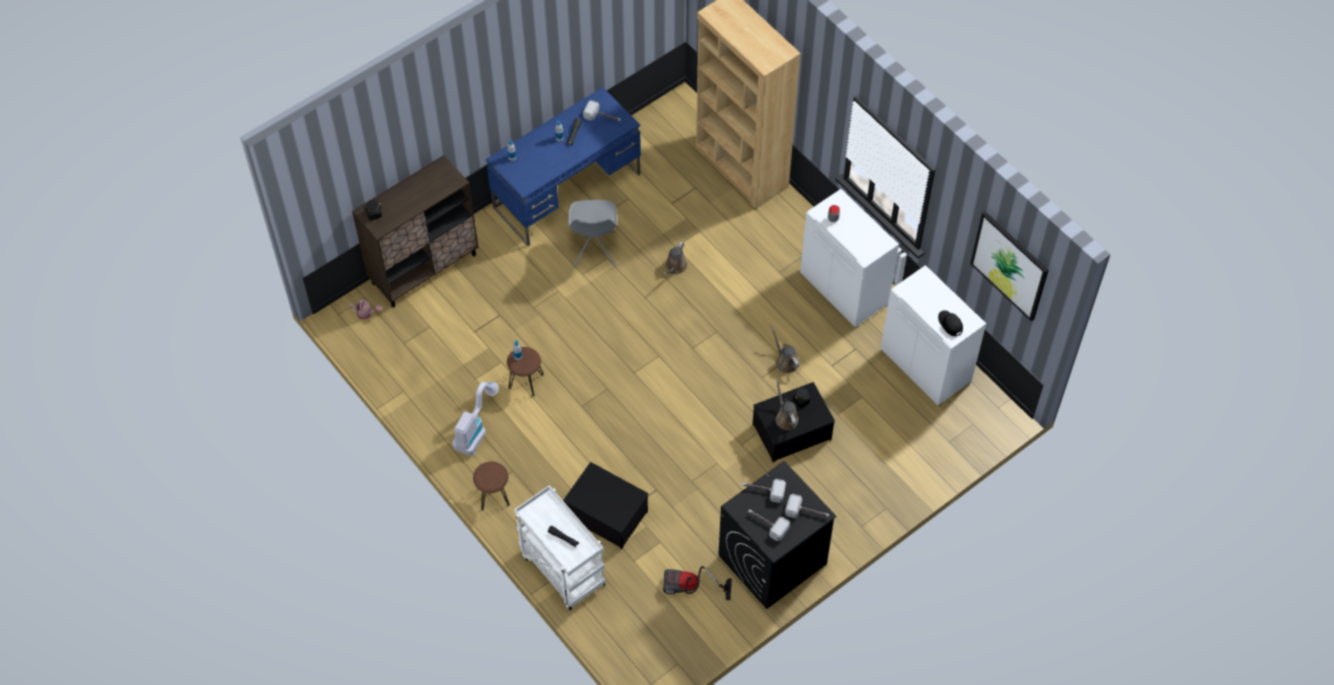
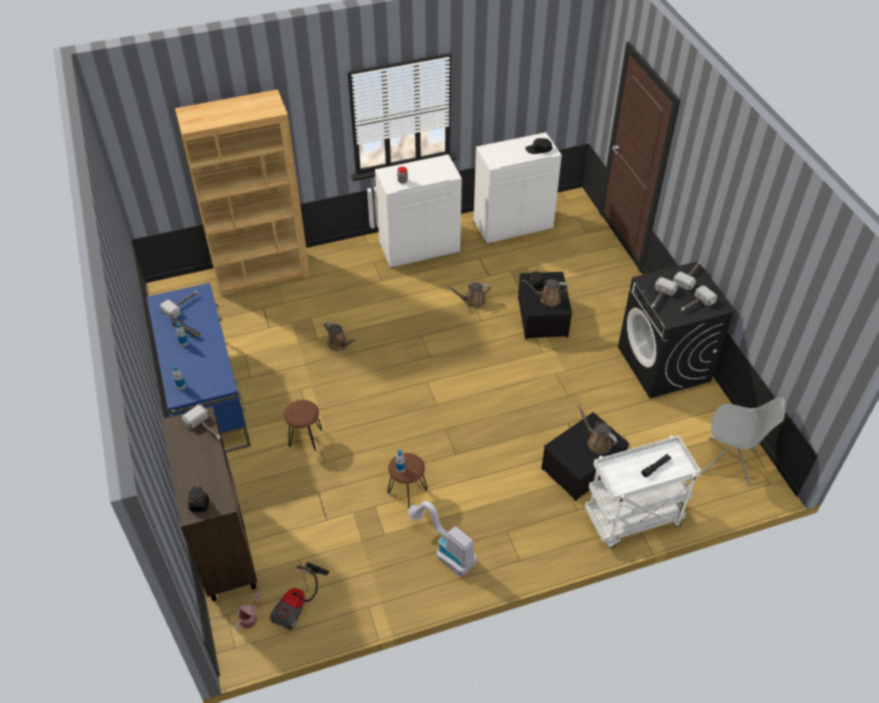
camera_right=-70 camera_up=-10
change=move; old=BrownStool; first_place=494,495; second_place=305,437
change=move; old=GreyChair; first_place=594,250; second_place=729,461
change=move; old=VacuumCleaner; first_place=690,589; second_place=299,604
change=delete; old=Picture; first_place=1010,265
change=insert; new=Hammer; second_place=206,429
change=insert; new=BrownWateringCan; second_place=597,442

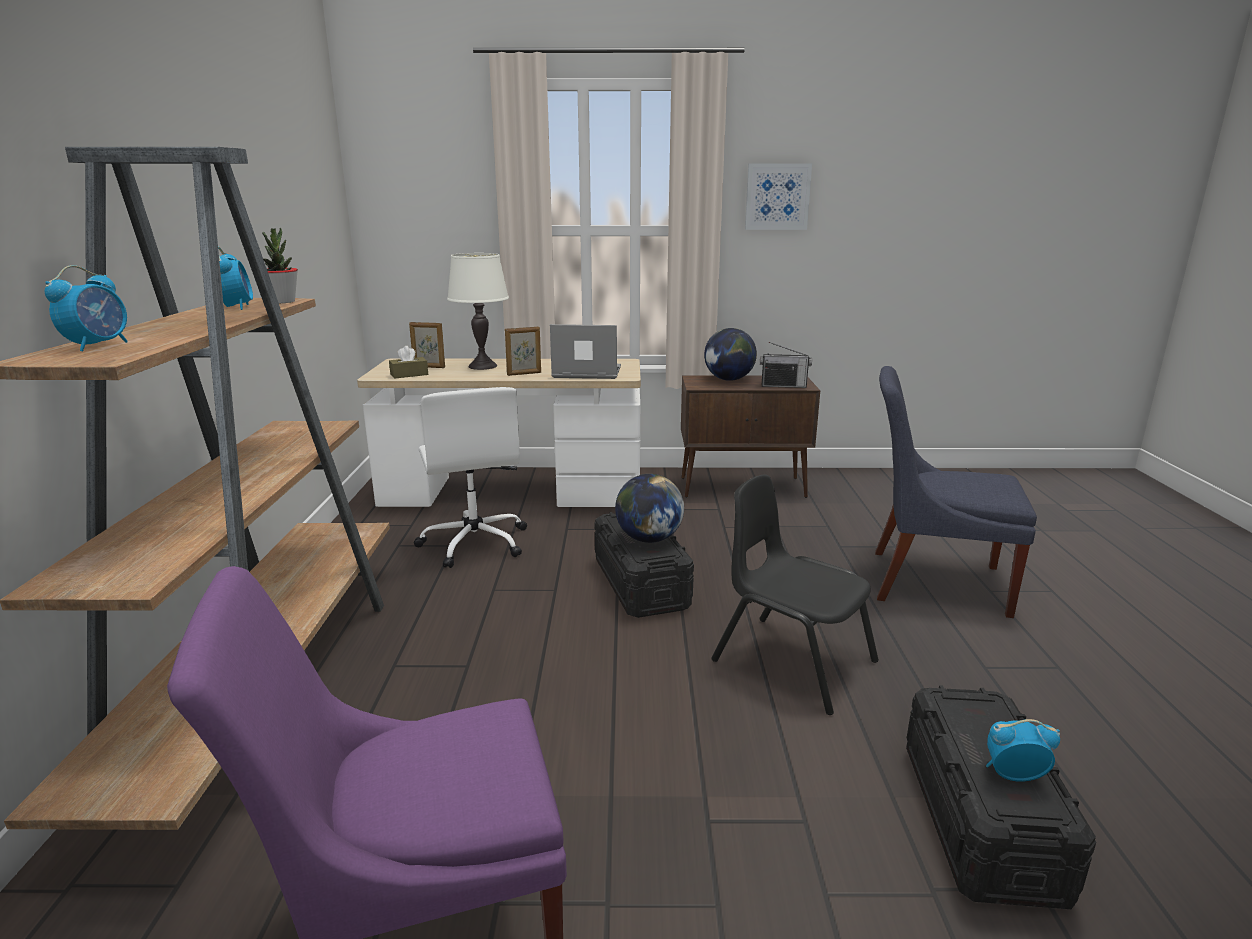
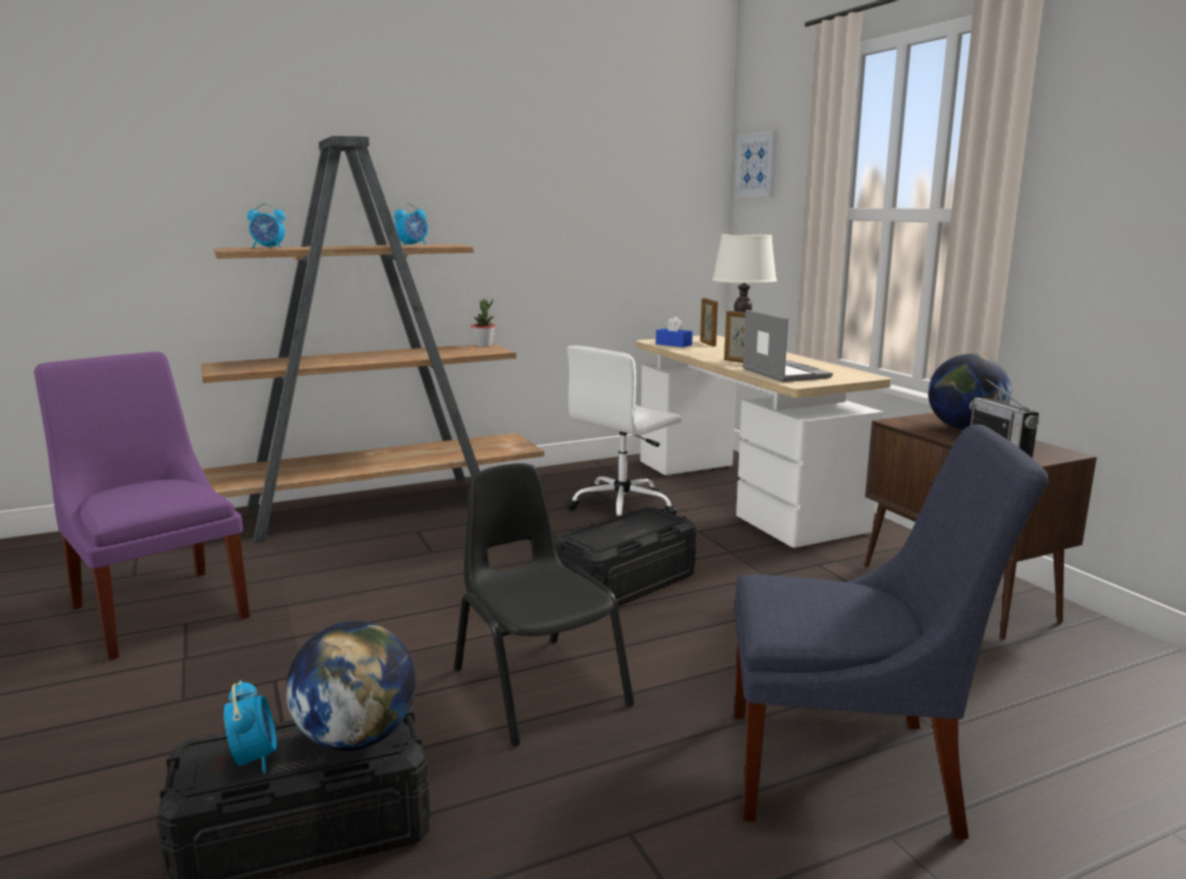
camera_right=65 camera_up=-5
change=move; old=PottedPlant; first_place=282,301; second_place=483,346
change=recolor; old=BrownTissueBox; new=BlueTissueBox; first_place=409,374; second_place=673,344
change=move; old=Globe; first_place=649,539; second_place=356,738
change=rotate; old=BlackChair; first_place=793,661; second_place=539,687; degrees=-45
change=move; old=Picture; first_place=777,197; second_place=757,165
change=rotate; old=BlueChair; first_place=930,581; second_place=851,771; degrees=105

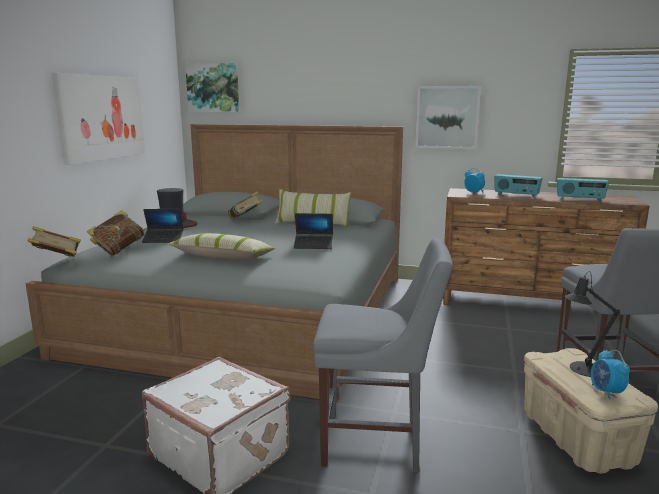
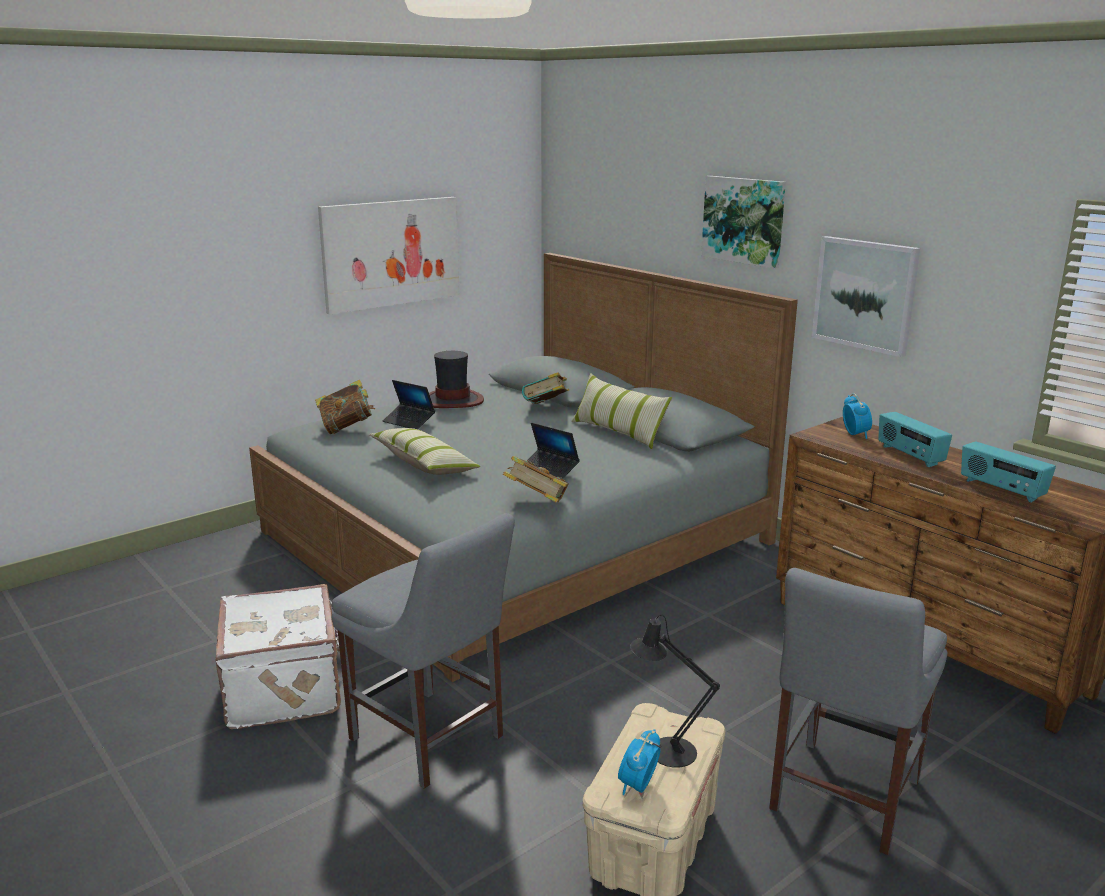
camera_right=35 camera_up=5
change=move; old=Book; first_place=56,261; second_place=536,503
change=move; old=Picture; first_place=213,88; second_place=744,220

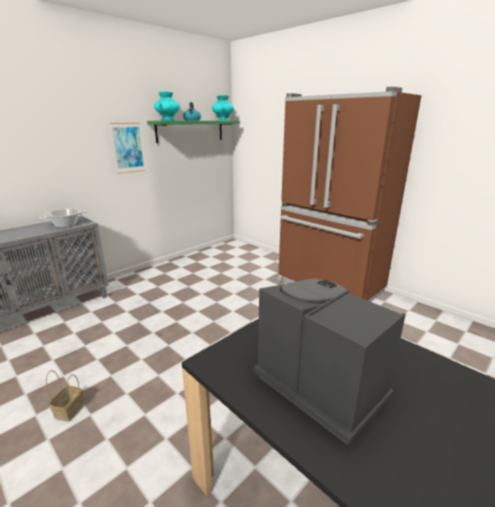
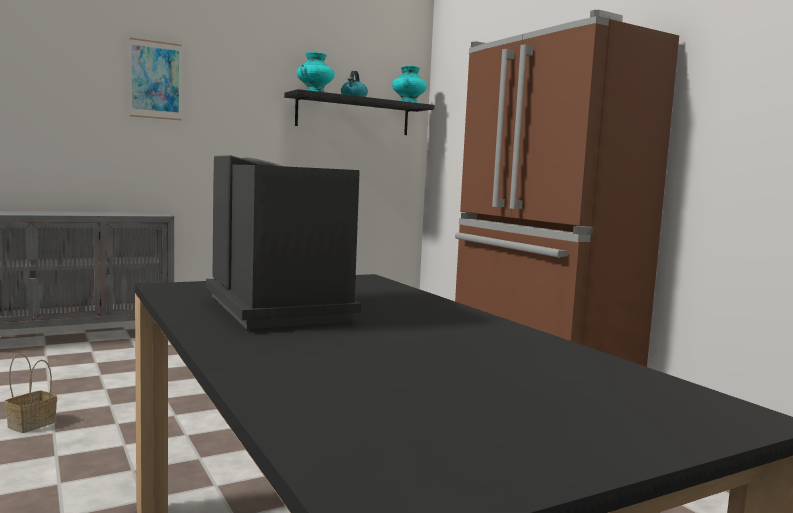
camera_right=15 camera_up=-15
change=delete; old=CookingPot; first_place=65,225
change=move; old=Picture; first_place=128,148; second_place=155,80
change=recolor; old=GreenShelf; new=BlackShelf; first_place=190,131; second_place=353,115

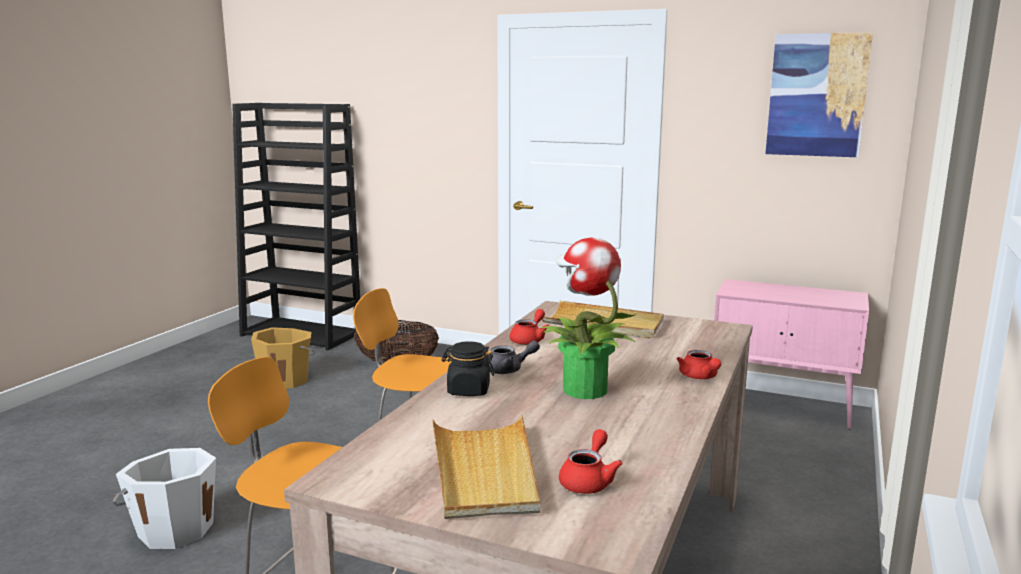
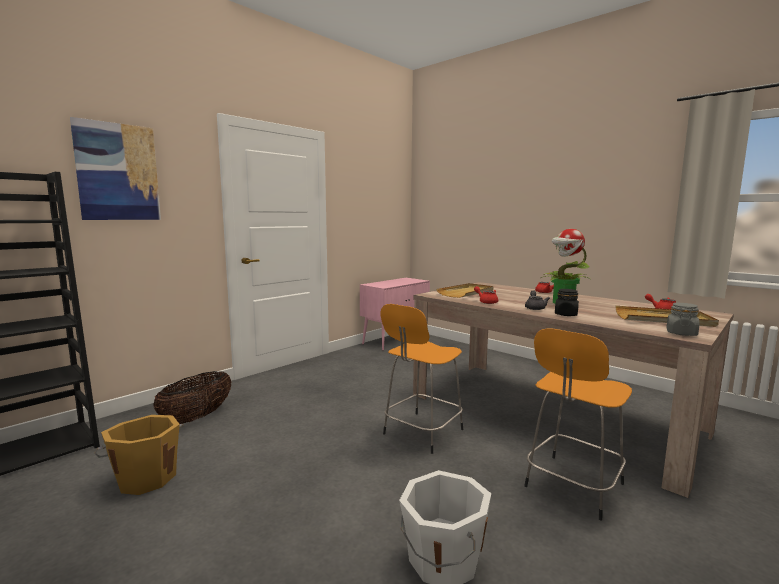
camera_right=-70 camera_up=-5
change=move; old=Picture; first_place=817,95; second_place=118,172
change=insert; new=GreyJar; second_place=681,333

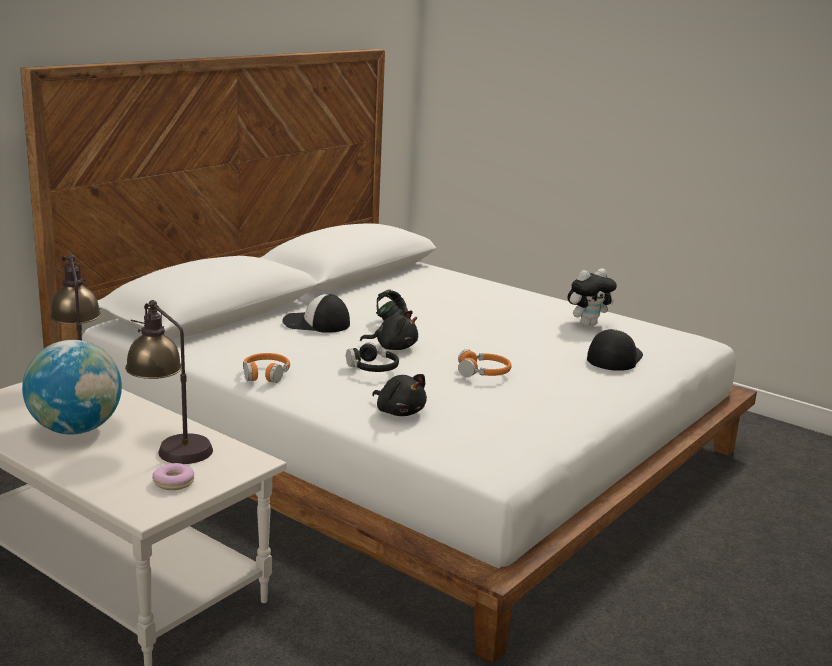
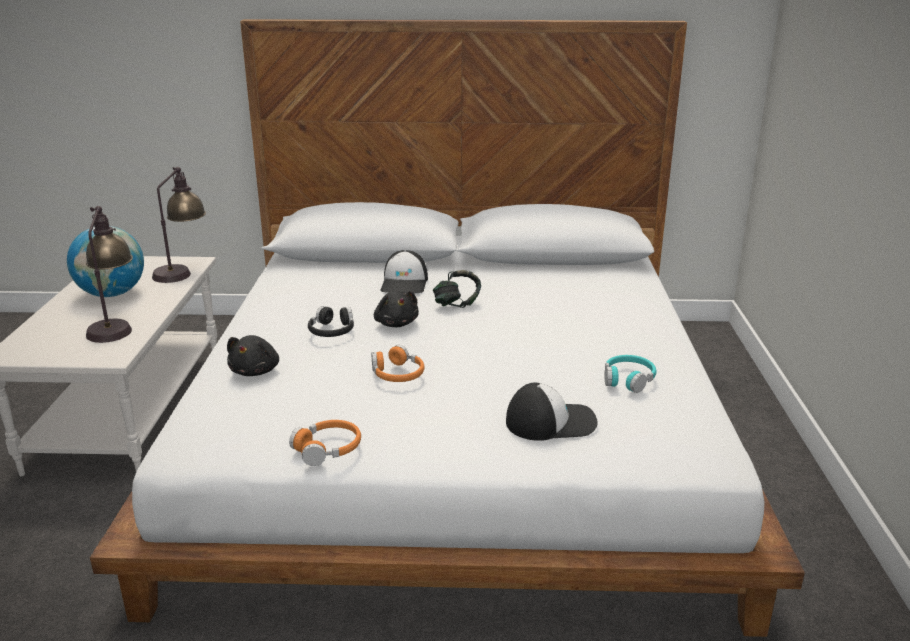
camera_right=55 camera_up=5
change=delete; old=Donut; first_place=173,482
change=move; old=OrangeHeadphones; first_place=265,374; second_place=328,449
change=rotate; old=Cap; first_place=316,323; second_place=405,283; degrees=-150
change=replace; old=PlushToy; new=TurquoiseHeadphones; first_place=587,324; second_place=628,380

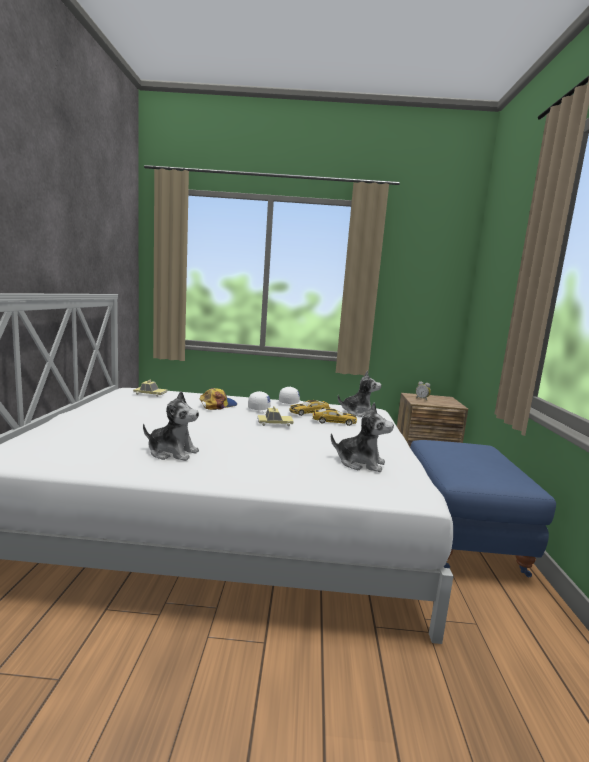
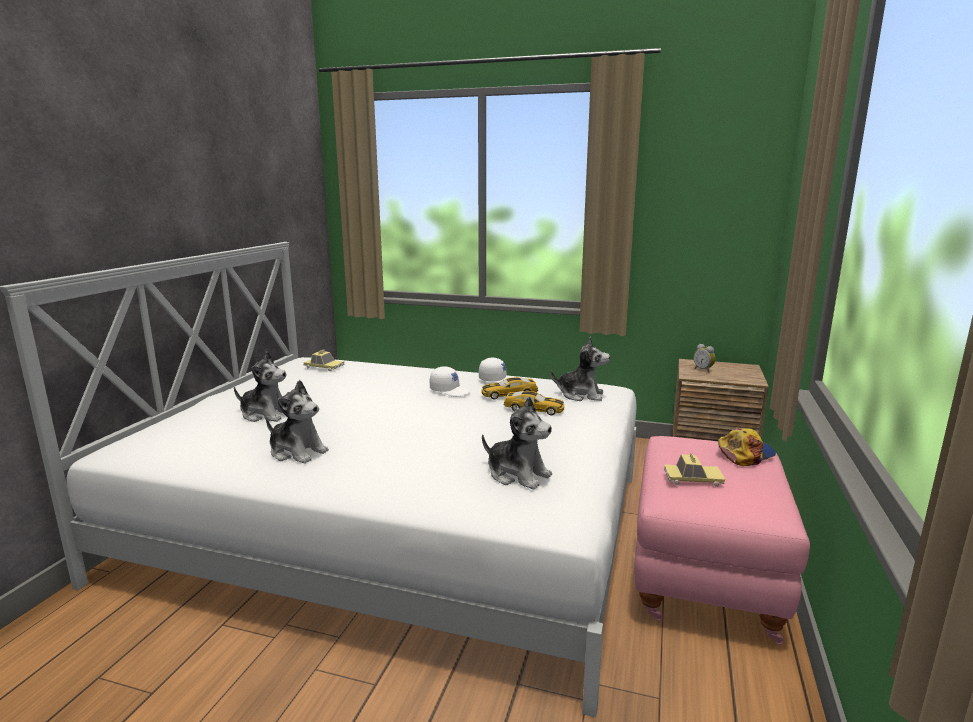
camera_right=15 camera_up=5
change=move; old=Cap; first_place=218,405; second_place=744,453
change=move; old=ToyCar; first_place=275,423; second_place=693,479
change=recolor; old=BlueOttoman; new=PinkOttoman; first_place=459,538; second_place=702,578
change=insert; new=PlushToy; second_place=265,414

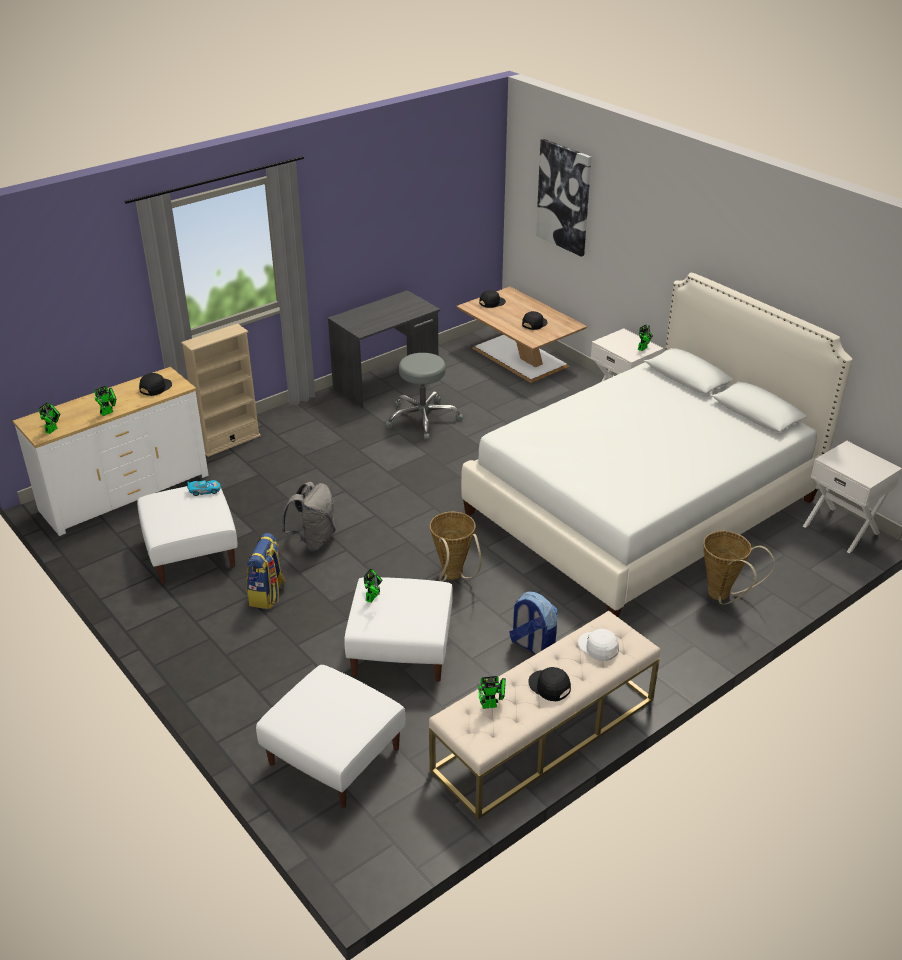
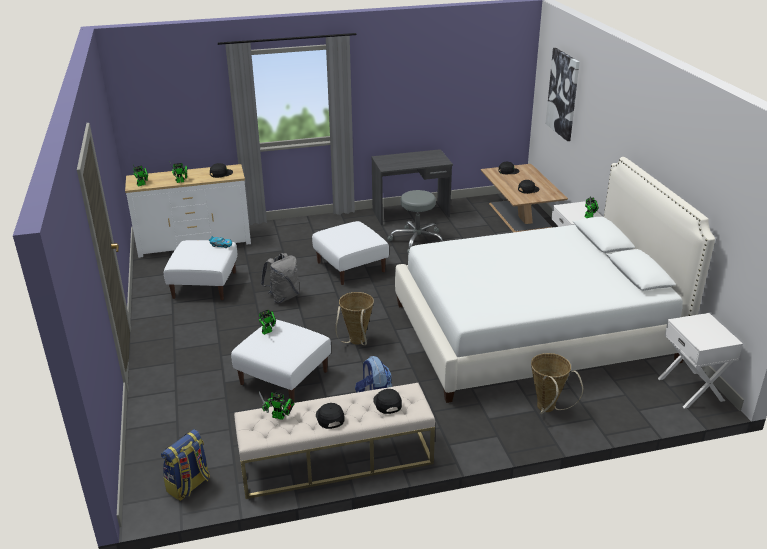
camera_right=25 camera_up=-5
change=delete; old=BeigeBookcase; first_place=229,442
change=move; old=Backpack; first_place=268,595; second_place=189,486
change=move; old=WhiteOttoman; first_place=335,756; second_place=351,267
change=recolor; old=WhiteCap; new=BlackCap; first_place=598,647; second_place=387,403

